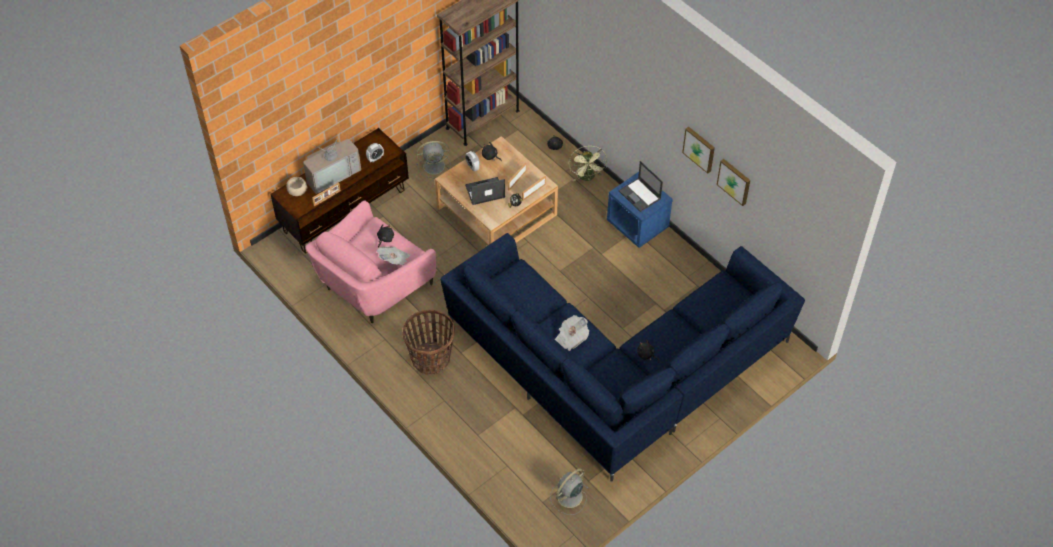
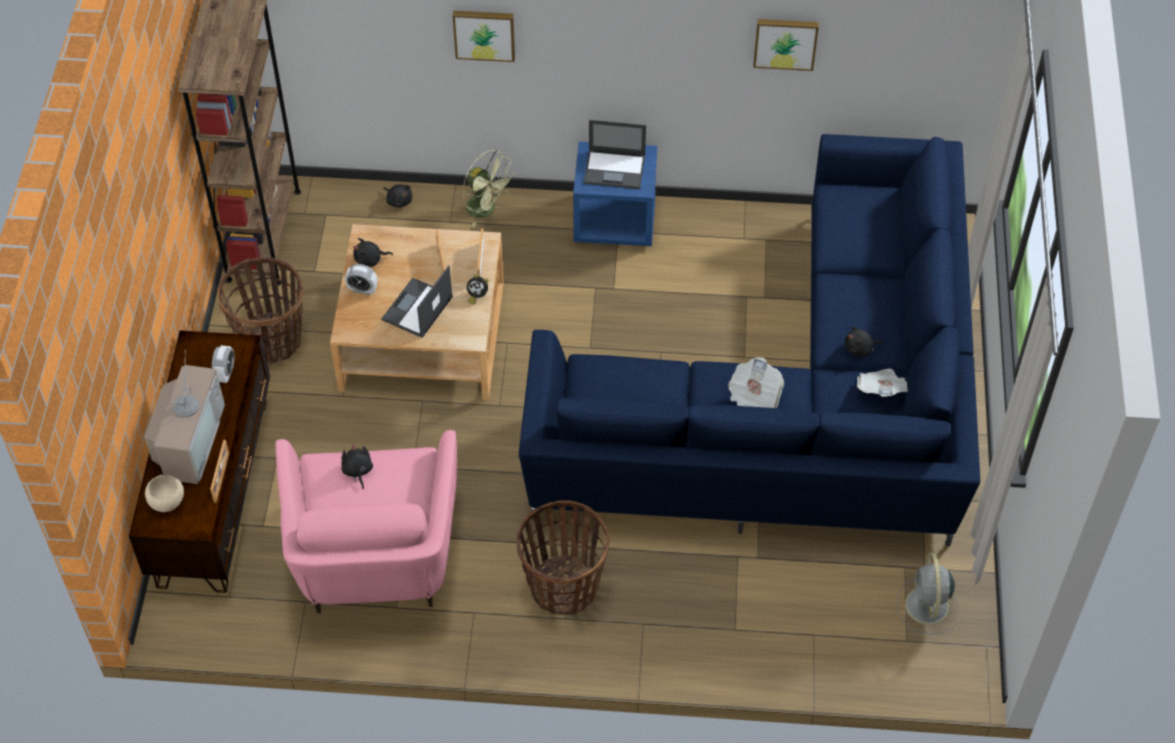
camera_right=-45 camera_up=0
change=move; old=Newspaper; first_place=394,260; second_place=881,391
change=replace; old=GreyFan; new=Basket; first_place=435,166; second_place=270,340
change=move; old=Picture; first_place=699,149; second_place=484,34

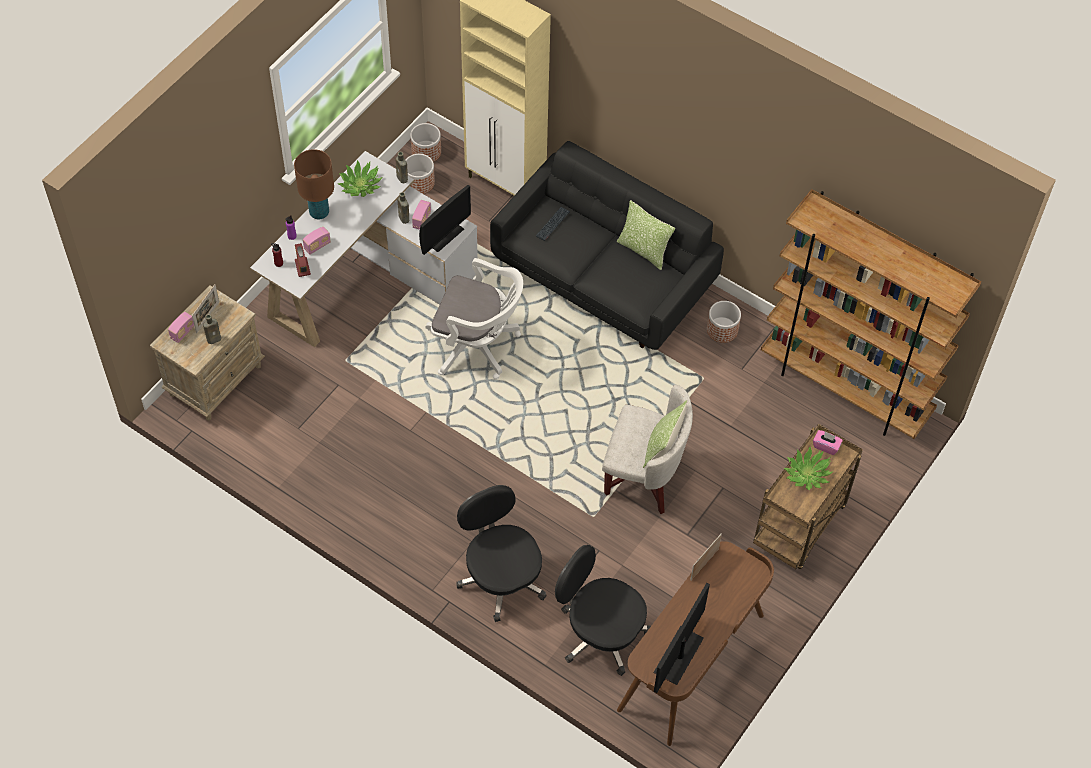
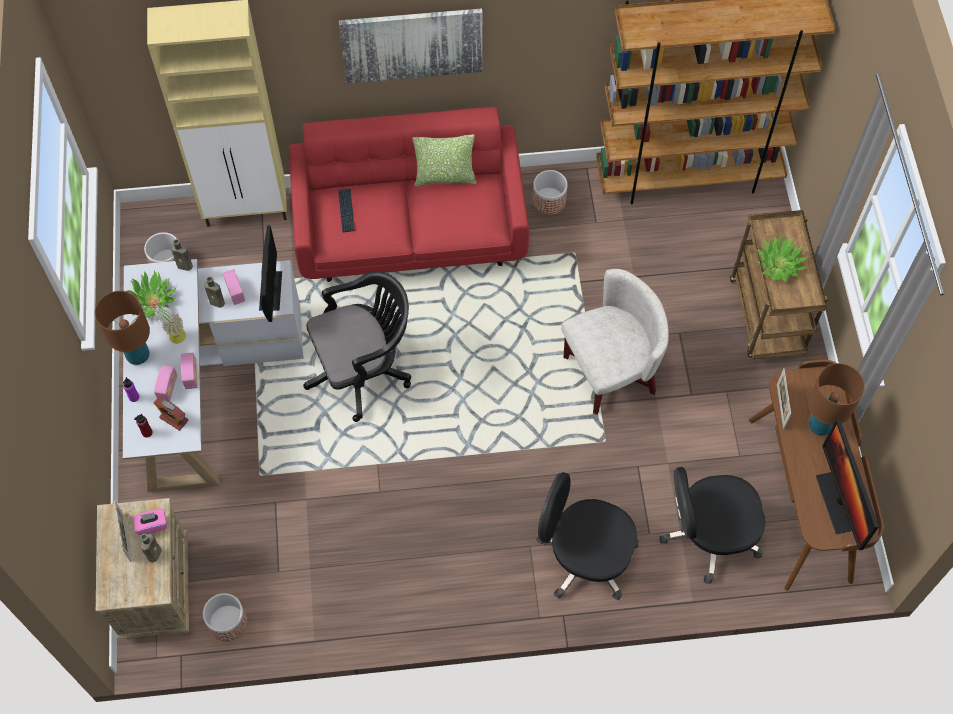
camera_right=-40 camera_up=5
change=move; old=Radio; first_place=183,332; second_place=191,375
change=move; old=Planter; first_place=426,152; second_place=227,622
change=recolor; old=WhiteOfficeChair; new=BlackOfficeChair; first_place=477,346; second_place=363,370
change=recolor; old=BlackSofa; new=RedSofa; first_place=603,277; second_place=411,229
change=delete; old=Pillow; first_place=662,447
change=move; old=PinkTissueBox; first_place=826,446; second_place=152,525
change=insert; new=PottedPlant; second_place=173,334
change=insert; new=Picture; second_place=412,44
change=insert; new=BrownTableLamp; second_place=820,426

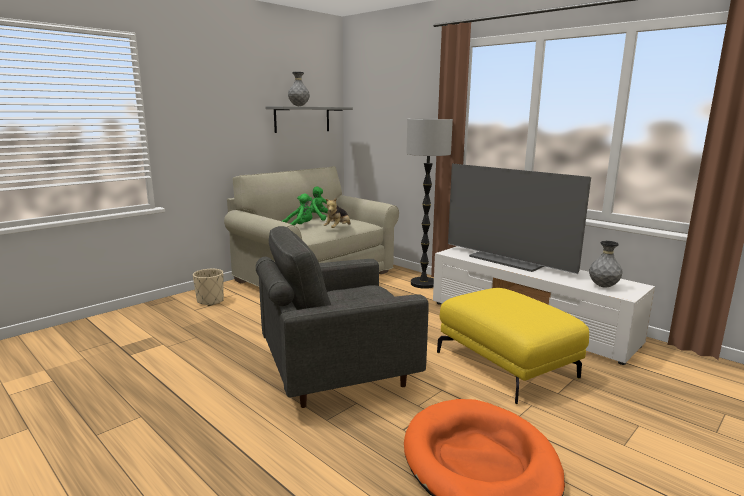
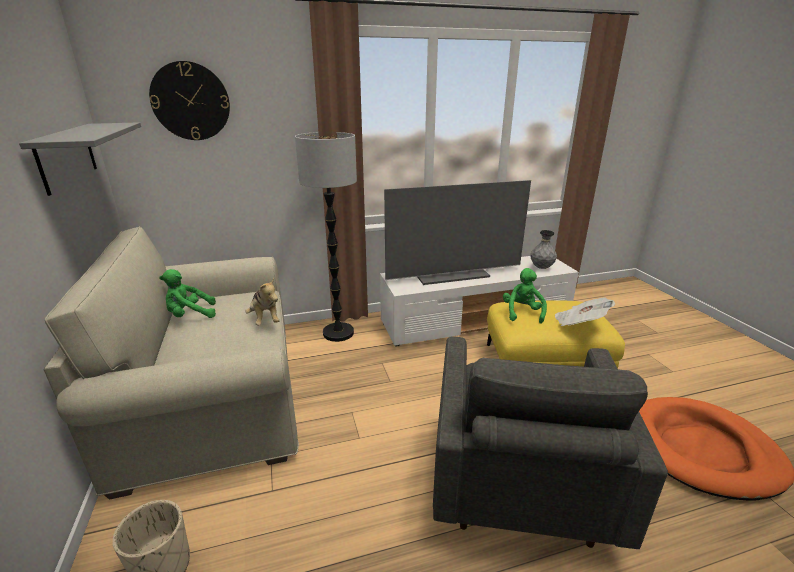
camera_right=-60 camera_up=10
change=move; old=GreenPlushToy; first_place=299,226; second_place=522,313
change=delete; old=GreyVase; first_place=299,106
change=insert; new=WallClock; second_place=191,101
change=insert; new=Newspaper; second_place=580,323

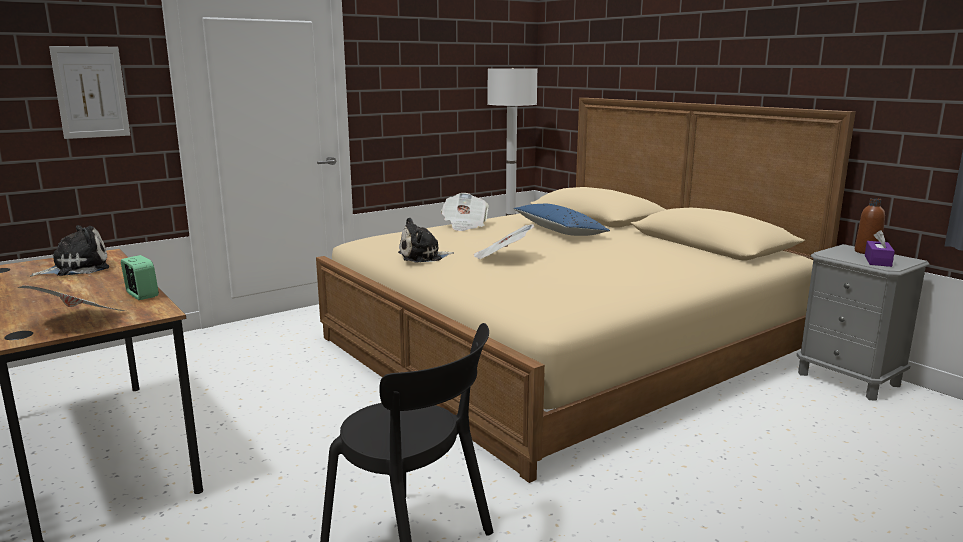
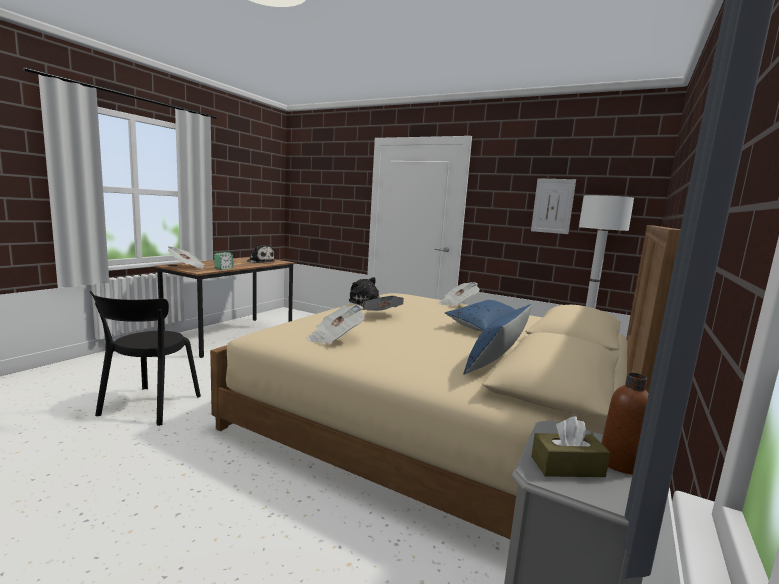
camera_right=65 camera_up=-5
change=move; old=Picture; first_place=91,92; second_place=552,206
change=recolor; old=PurpleTissueBox; new=BrownTissueBox; first_place=877,261; second_place=567,466
change=insert; new=Newspaper; second_place=335,338
change=insert; new=BluePillow; second_place=497,360

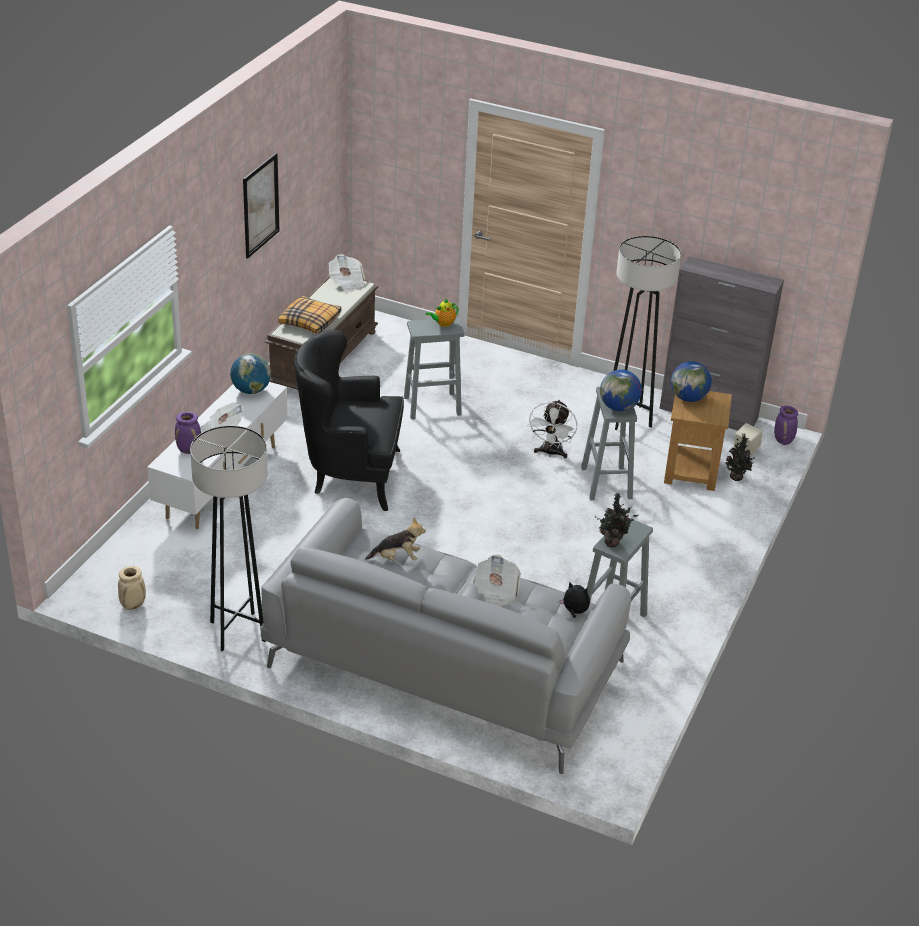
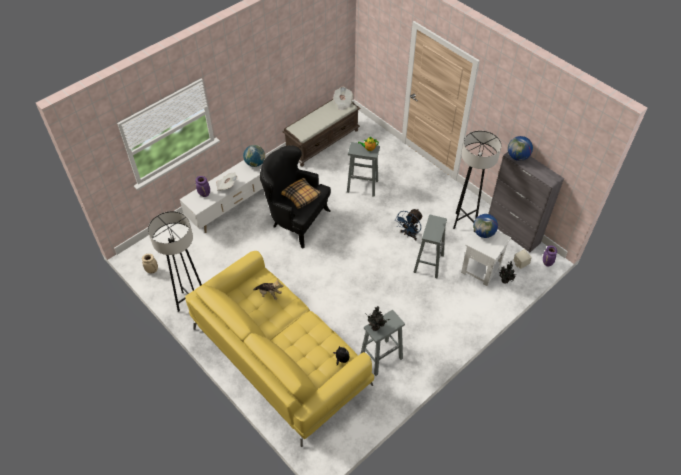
camera_right=25 camera_up=15
change=delete; old=Picture; first_place=260,205
change=recolor; old=GreySofa; new=YellowSofa; first_place=443,664; second_place=279,355
change=move; old=Pillow; first_place=310,321; second_place=301,196
change=delete; old=Newspaper; first_place=496,593
change=recolor; old=WhiteFan; new=BlueFan; first_place=550,453; second_place=409,234
change=move; old=Globe; first_place=618,407; second_place=517,157
change=recolor; old=BrownSideTable; new=WhiteSideTable; first_place=691,471; second_place=480,269

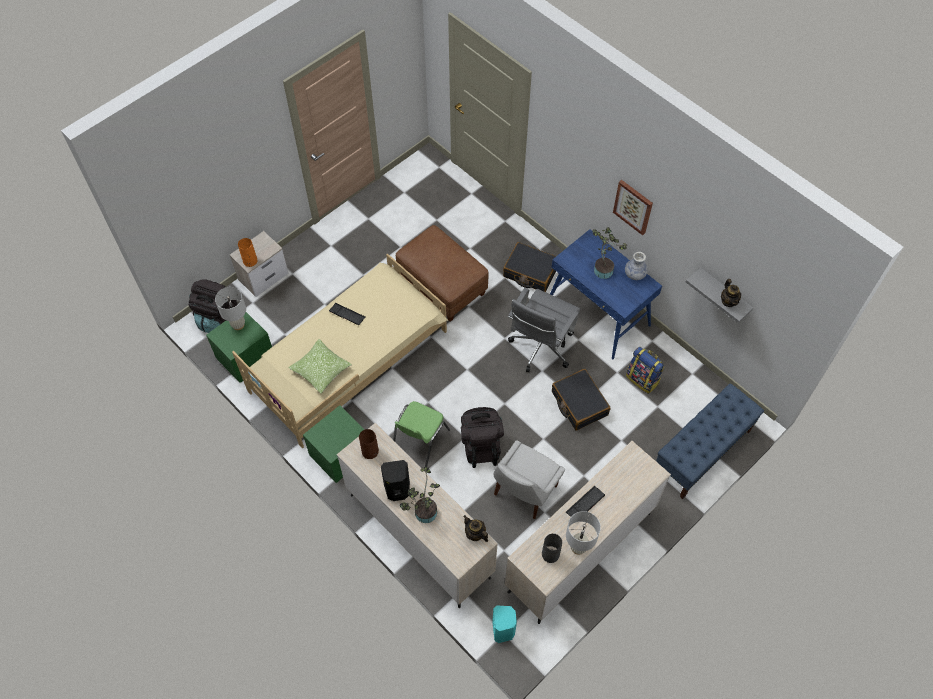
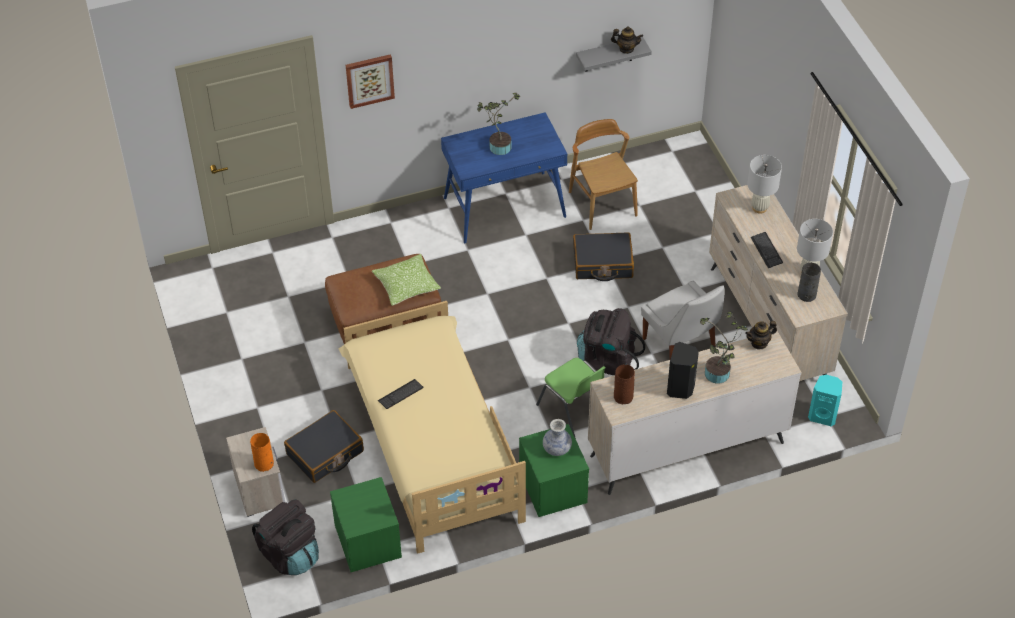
camera_right=-65 camera_up=-10
change=move; old=WhiteTableLamp; first_place=238,325; second_place=759,208
change=move; old=Pillow; first_place=321,370; second_place=406,286
change=move; old=BlackSuitcase; first_place=530,272; second_place=325,453
change=delete; old=GreyOfficeChair; first_place=540,349
change=move; old=Picture; first_place=633,206; second_place=369,80
change=move; old=Vase; first_place=635,274; second_place=557,448
change=replace; old=Backpack; new=BrownChair; first_place=643,379; second_place=602,203
change=delete; old=BlueBench; first_place=701,452

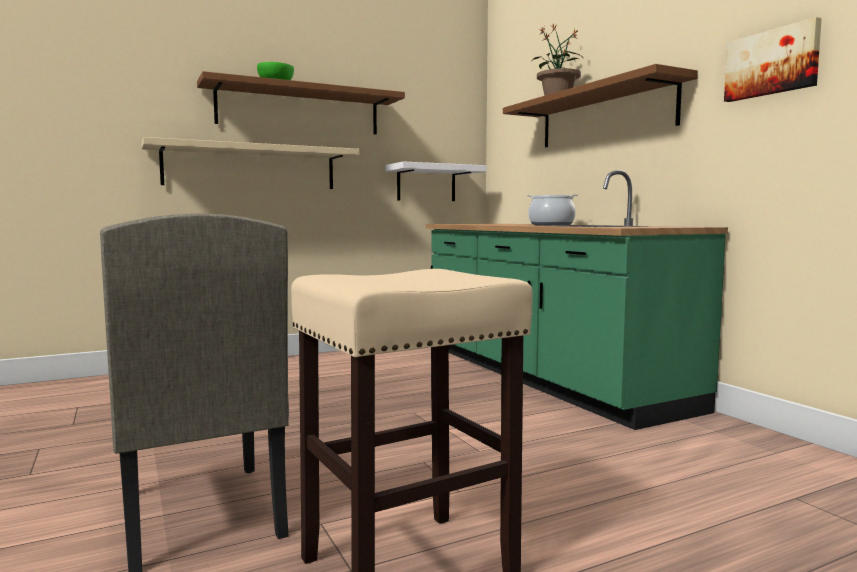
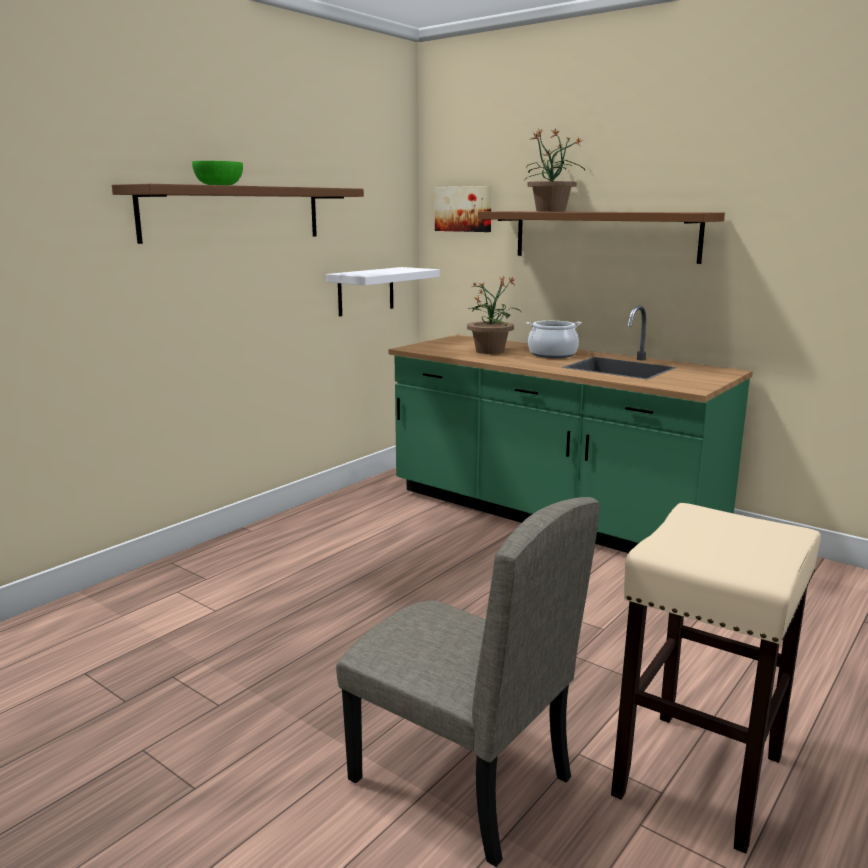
camera_right=-25 camera_up=10
change=delete; old=BeigeShelf; first_place=251,167
change=move; old=Picture; first_place=772,63; second_place=464,209
change=insert; new=PottedPlant; second_place=490,351

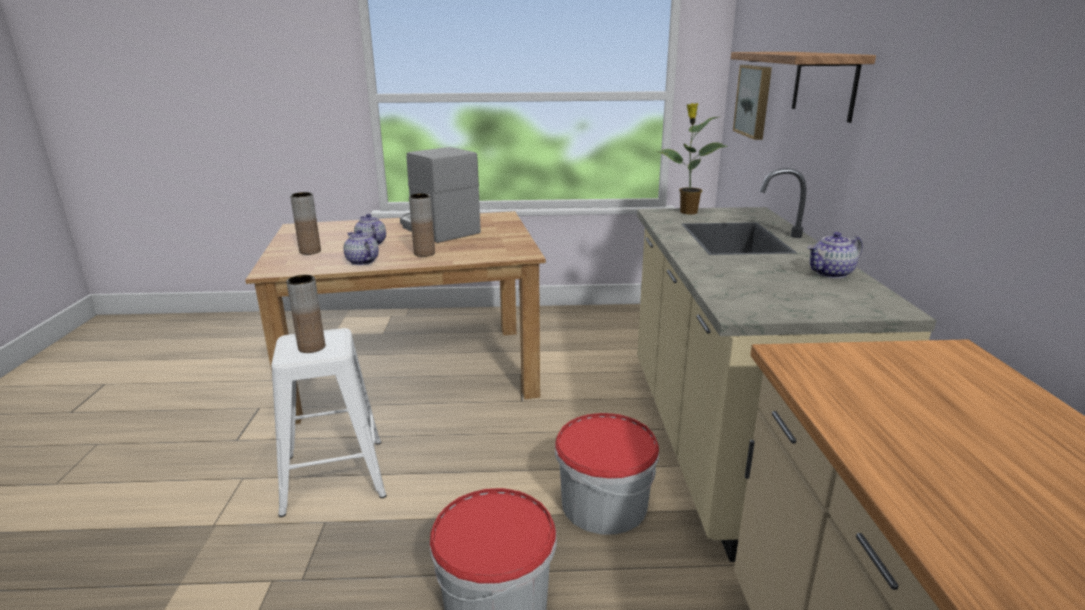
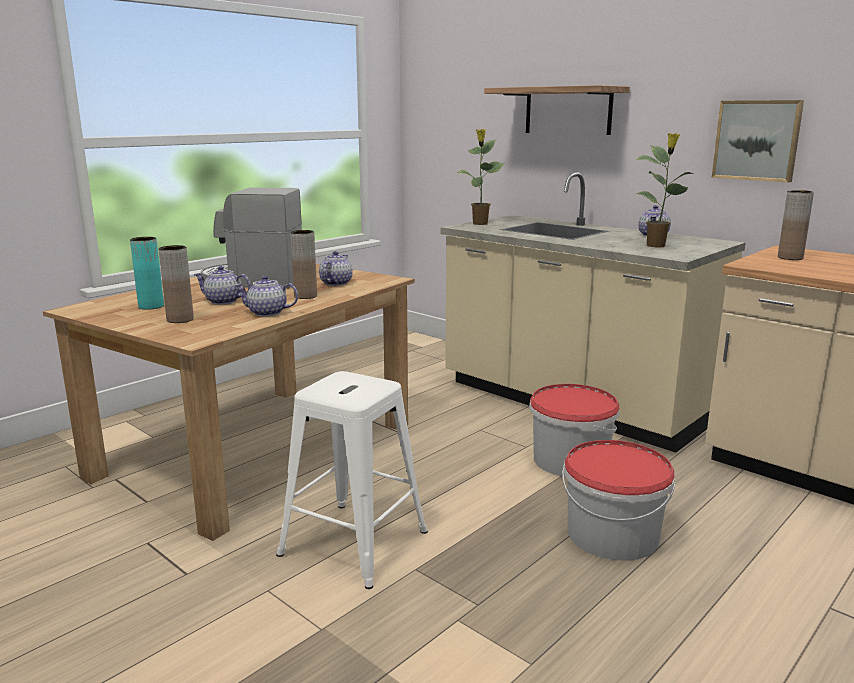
camera_right=-45 camera_up=-5
change=move; old=BrownVase; first_place=311,347; second_place=790,258
change=move; old=Picture; first_place=755,101; second_place=757,140
change=insert; new=TurquoiseVase; second_place=151,306
change=insert; new=Teapot; second_place=335,283
change=insert; new=PottedPlant; second_place=657,246

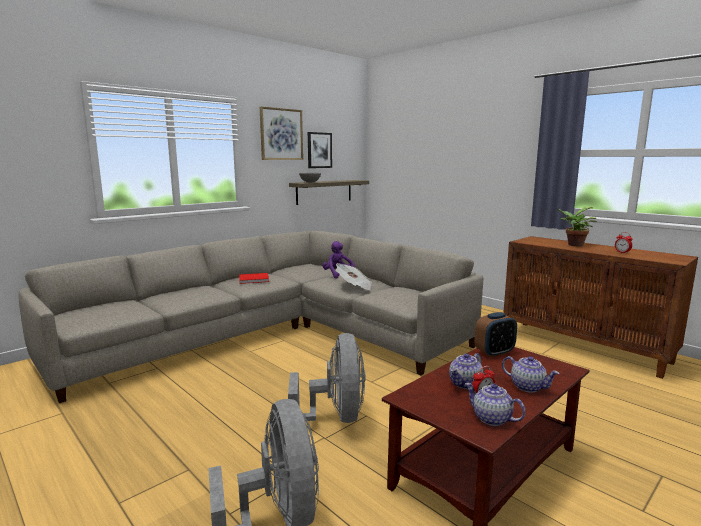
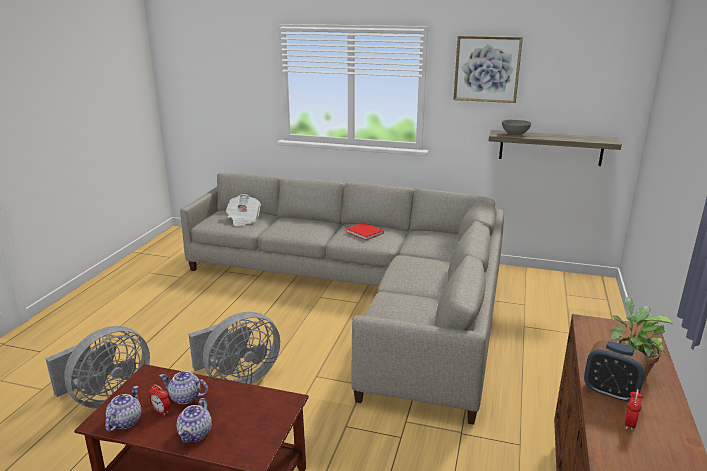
camera_right=60 camera_up=10
change=delete; old=Picture; first_place=319,150
change=delete; old=PurplePlushToy; first_place=338,275
change=move; old=Newspaper; first_place=354,286; second_place=243,219
change=move; old=AlarmClock; first_place=494,352; second_place=610,392

